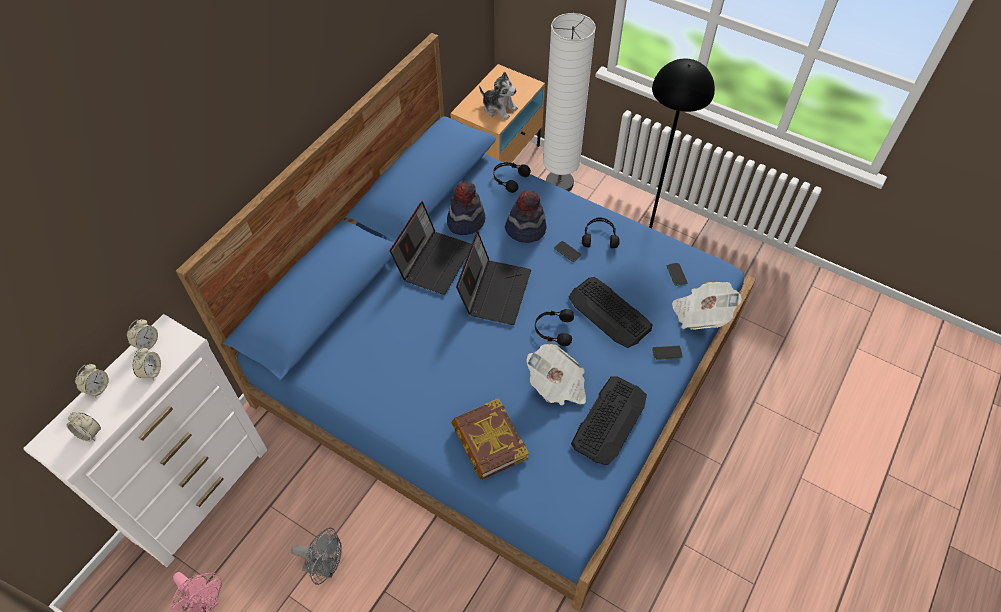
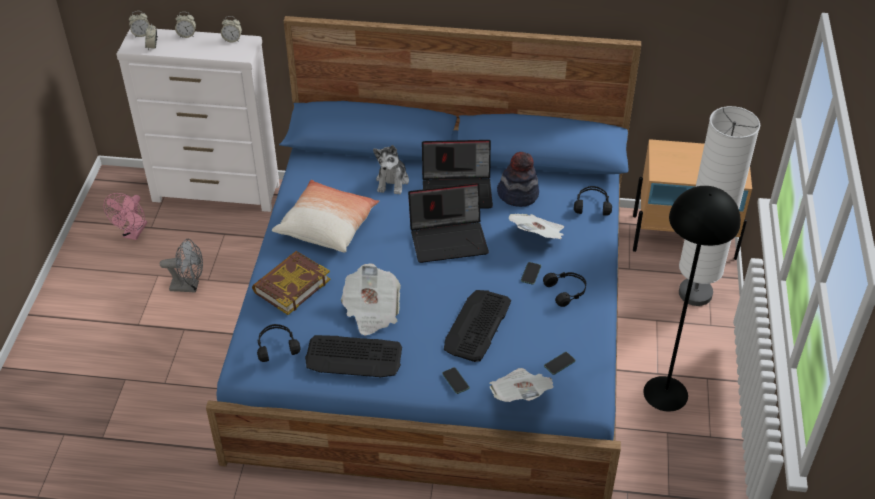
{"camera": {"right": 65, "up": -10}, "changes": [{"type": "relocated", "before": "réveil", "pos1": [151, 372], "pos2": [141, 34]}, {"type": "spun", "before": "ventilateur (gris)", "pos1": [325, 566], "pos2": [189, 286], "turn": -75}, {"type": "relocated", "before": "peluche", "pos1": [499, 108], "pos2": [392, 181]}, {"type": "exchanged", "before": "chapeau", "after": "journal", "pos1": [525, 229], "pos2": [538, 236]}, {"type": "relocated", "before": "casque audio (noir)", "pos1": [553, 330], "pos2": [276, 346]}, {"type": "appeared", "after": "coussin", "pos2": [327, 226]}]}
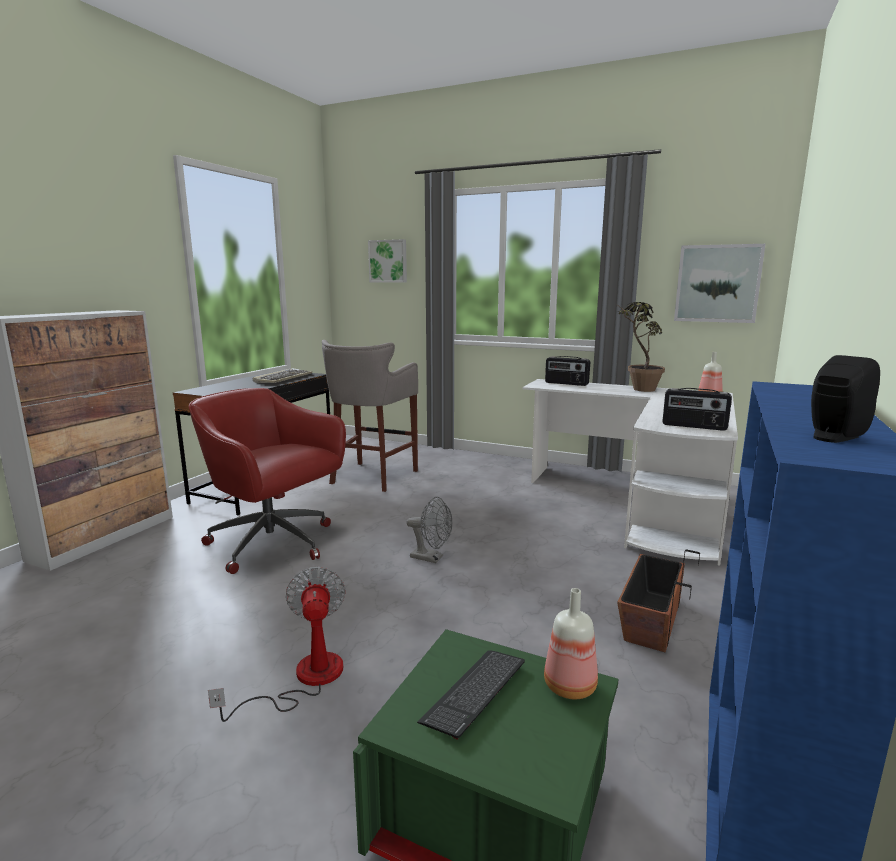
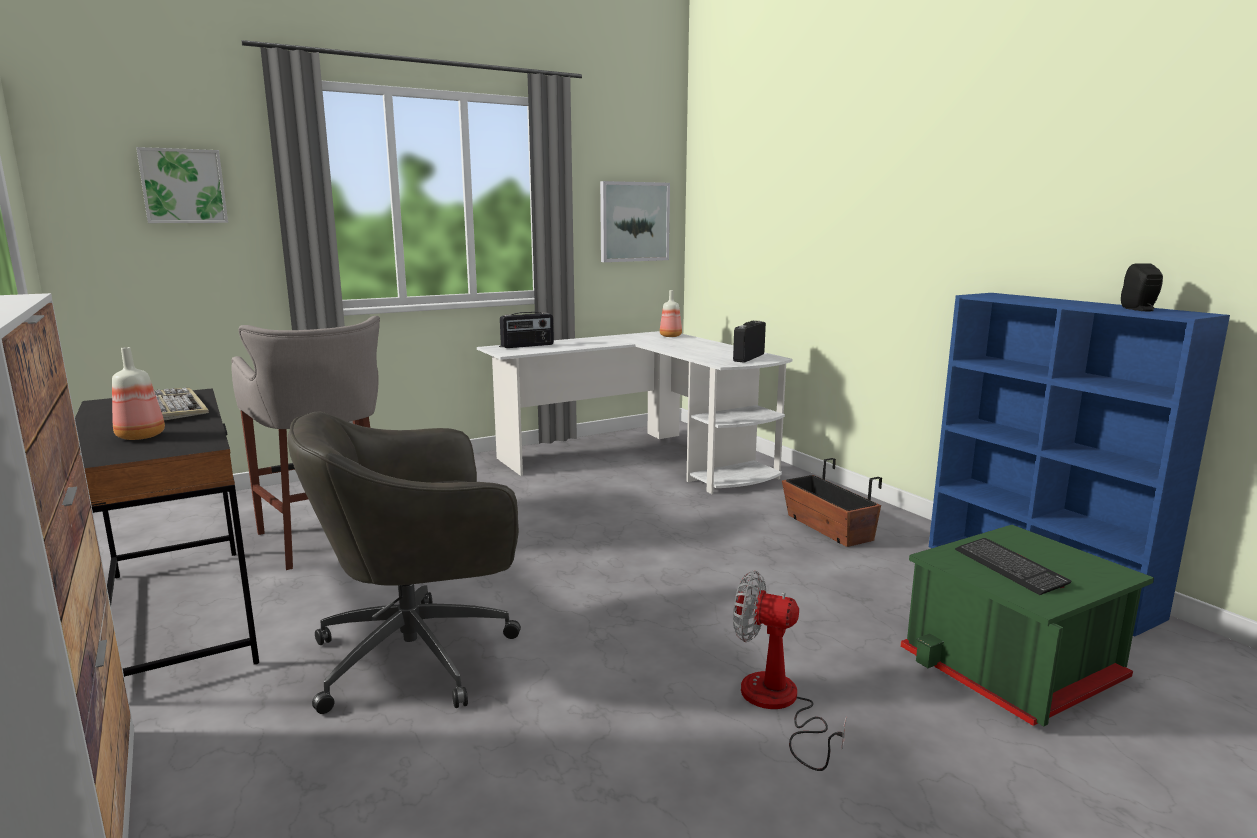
{"camera": {"right": -55, "up": 0}, "changes": [{"type": "colour", "before": "chaise de bureau (rouge)", "after": "chaise de bureau (gris)", "pos1": [274, 544], "pos2": [420, 655]}, {"type": "missing", "before": "ventilateur (gris)", "pos1": [431, 558]}, {"type": "relocated", "before": "bouteille", "pos1": [571, 687], "pos2": [142, 436]}, {"type": "missing", "before": "plante en pot", "pos1": [638, 390]}, {"type": "spun", "before": "radio", "pos1": [694, 426], "pos2": [748, 357], "turn": 150}]}
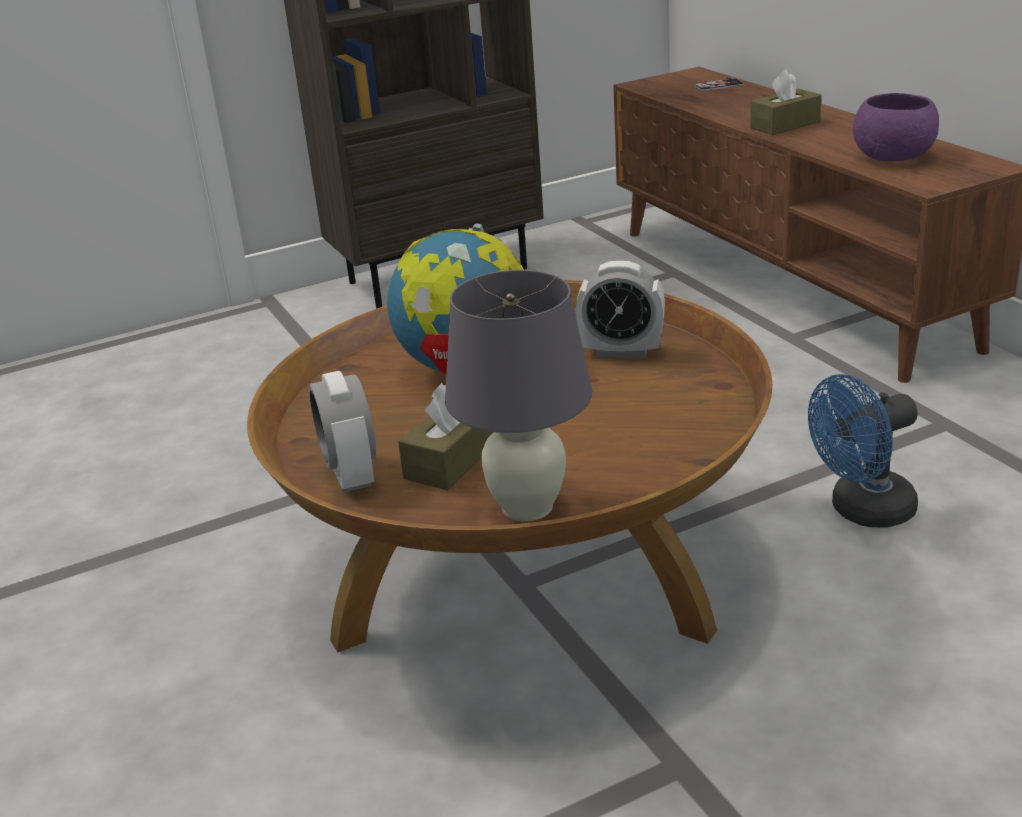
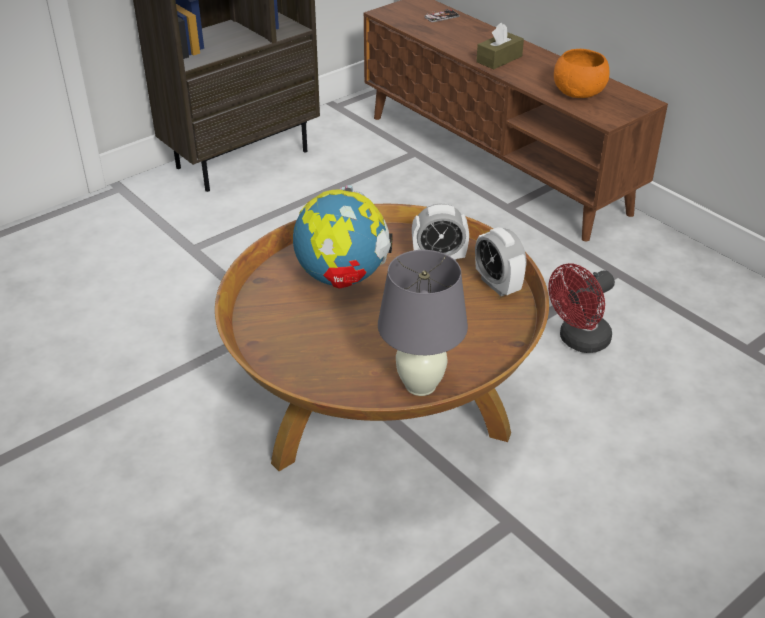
{"camera": {"right": -15, "up": 10}, "changes": [{"type": "relocated", "before": "réveil", "pos1": [351, 475], "pos2": [497, 285]}, {"type": "missing", "before": "boîte à mouchoirs (marron)", "pos1": [452, 460]}, {"type": "colour", "before": "ventilateur (bleu)", "after": "ventilateur (rouge)", "pos1": [862, 511], "pos2": [579, 341]}, {"type": "colour", "before": "bol (violet)", "after": "bol (orange)", "pos1": [892, 158], "pos2": [578, 93]}]}
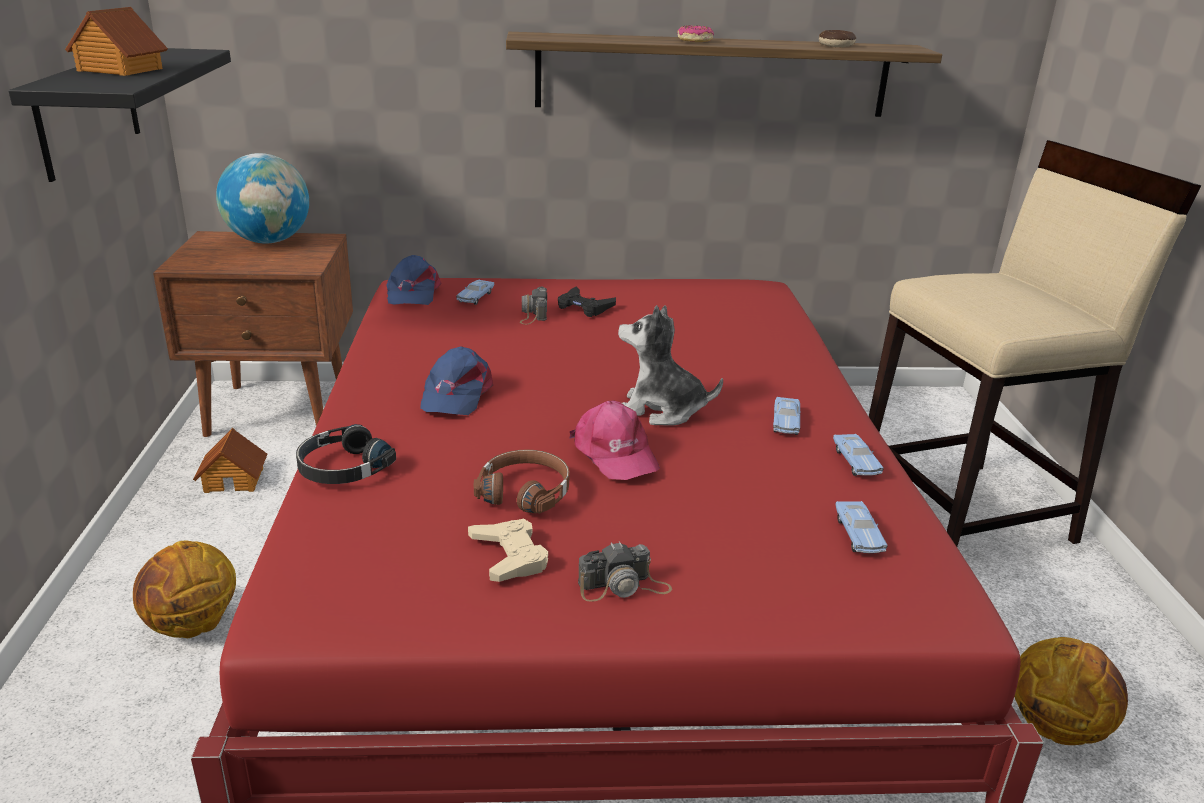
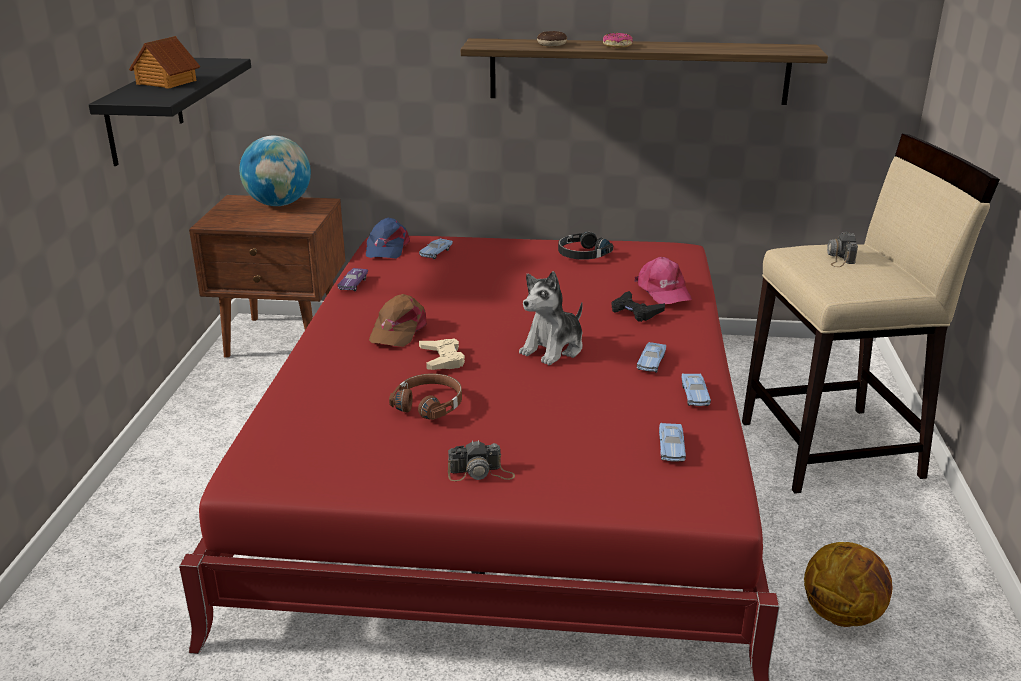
{"camera": {"right": 10, "up": 0}, "changes": [{"type": "missing", "before": "ballon de basket", "pos1": [192, 625]}, {"type": "missing", "before": "maison miniature", "pos1": [234, 479]}, {"type": "relocated", "before": "casque audio (noir)", "pos1": [342, 468], "pos2": [582, 254]}, {"type": "colour", "before": "casquette (bleu)", "after": "casquette (marron)", "pos1": [456, 394], "pos2": [398, 330]}, {"type": "relocated", "before": "manette (beige)", "pos1": [509, 556], "pos2": [442, 359]}, {"type": "relocated", "before": "appareil photo", "pos1": [533, 314], "pos2": [839, 257]}, {"type": "relocated", "before": "manette (noir)", "pos1": [584, 307], "pos2": [635, 311]}, {"type": "relocated", "before": "casquette (rose)", "pos1": [614, 453], "pos2": [663, 290]}, {"type": "spun", "before": "peluche", "pos1": [661, 410], "pos2": [553, 349], "turn": -75}, {"type": "relocated", "before": "beignet", "pos1": [836, 45], "pos2": [552, 44]}, {"type": "appeared", "after": "petite voiture (violet)", "pos2": [353, 284]}]}
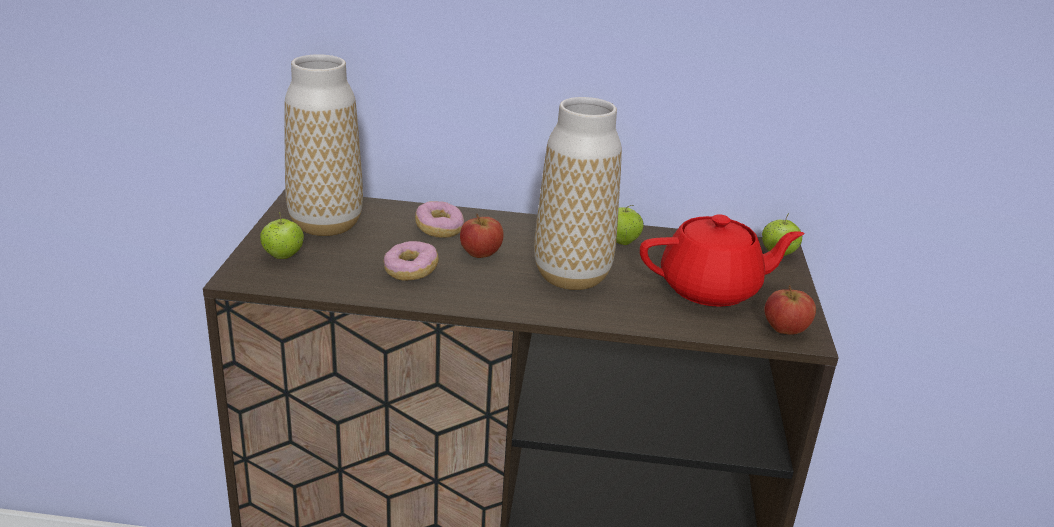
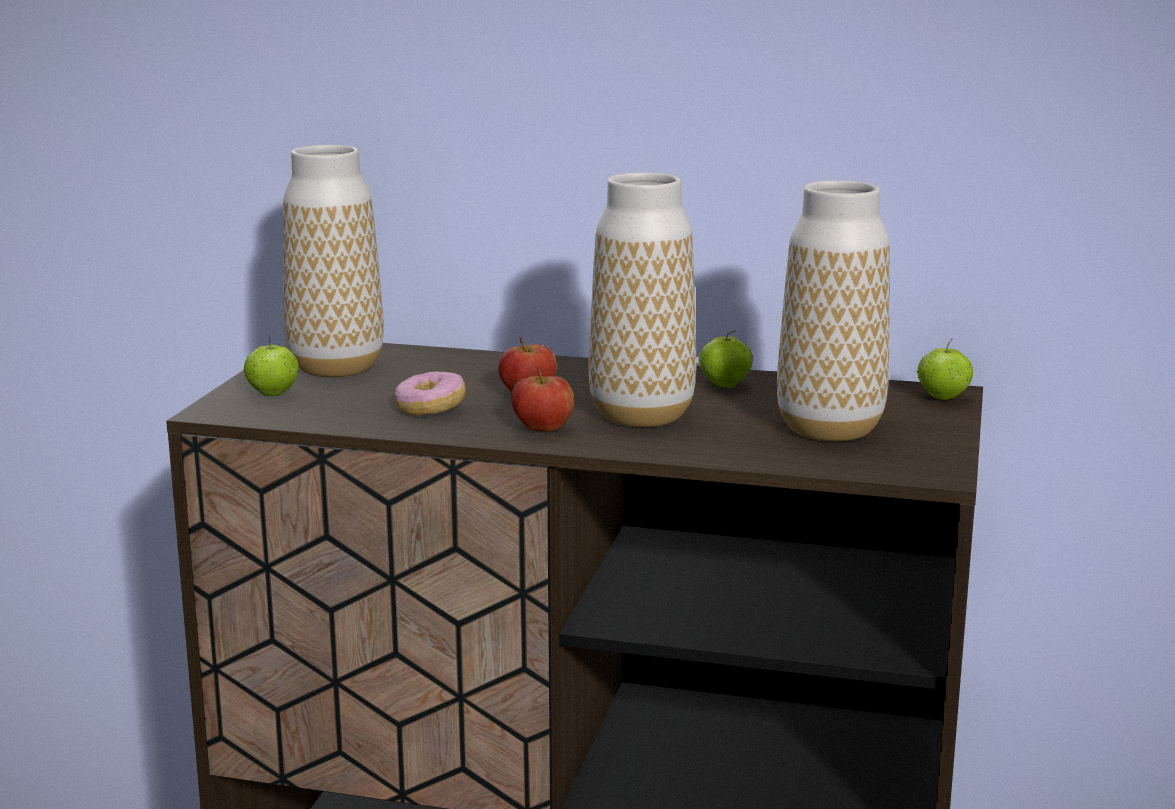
{"camera": {"right": 10, "up": -10}, "changes": [{"type": "missing", "before": "beignet", "pos1": [439, 229]}, {"type": "exchanged", "before": "théière (rouge)", "after": "vase", "pos1": [711, 289], "pos2": [829, 429]}, {"type": "relocated", "before": "pomme", "pos1": [785, 330], "pos2": [543, 429]}]}
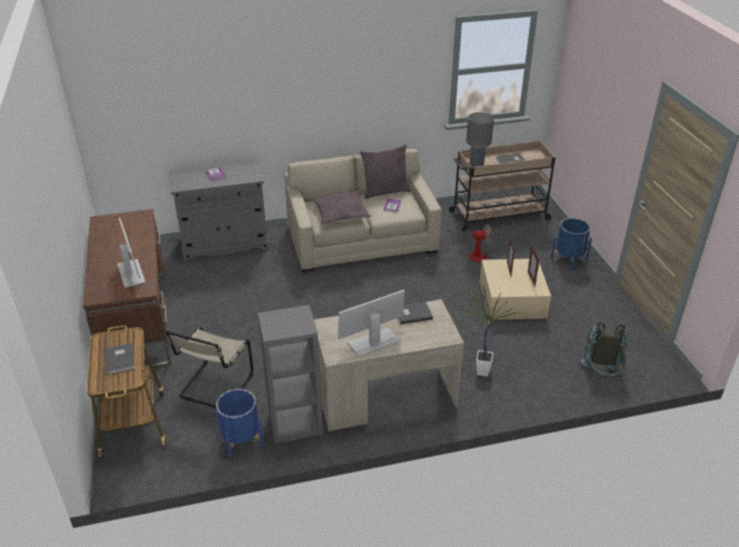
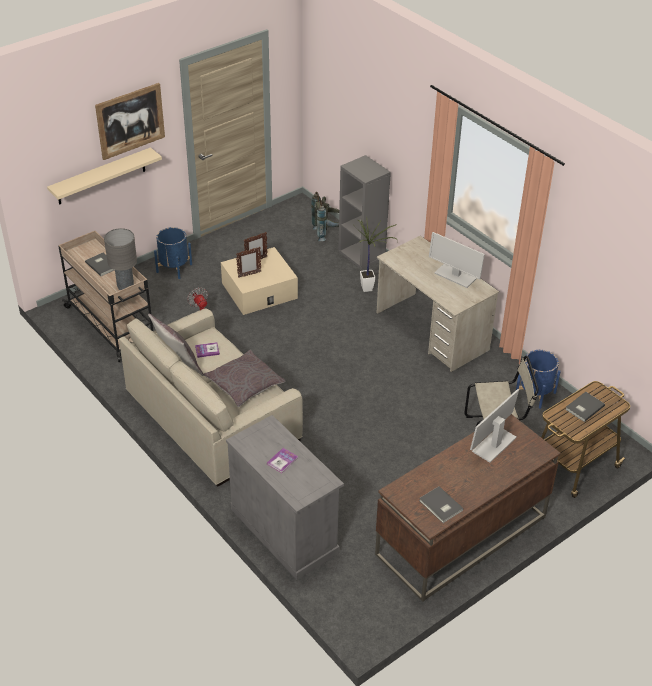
{"camera": {"right": -115, "up": 5}, "changes": [{"type": "relocated", "before": "bibliothèque (gris)", "pos1": [295, 424], "pos2": [362, 254]}, {"type": "relocated", "before": "livre (gris)", "pos1": [412, 313], "pos2": [440, 506]}, {"type": "appeared", "after": "étagère (beige)", "pos2": [101, 176]}, {"type": "appeared", "after": "tableau", "pos2": [130, 121]}]}
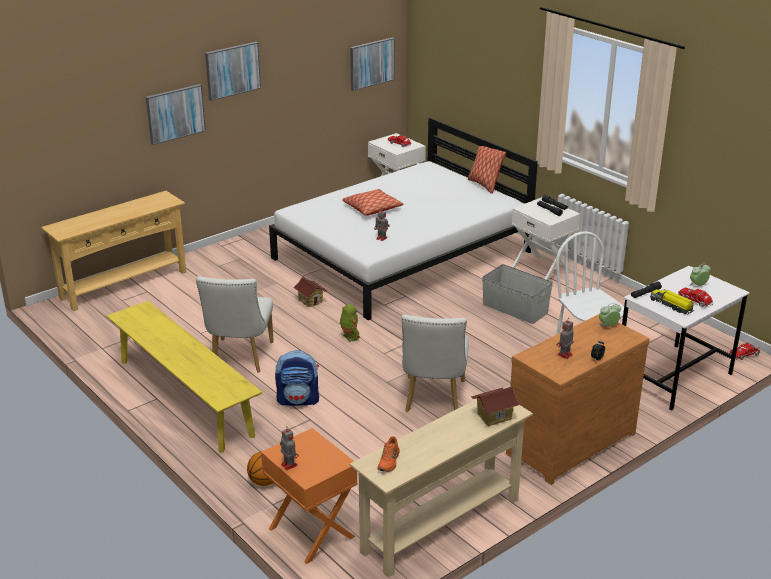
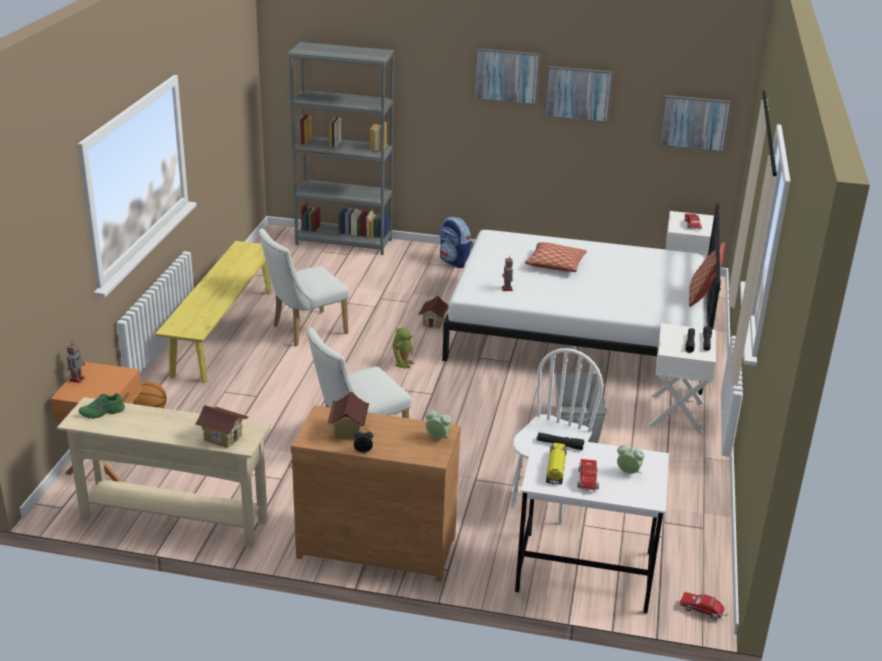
{"camera": {"right": 50, "up": 0}, "changes": [{"type": "exchanged", "before": "table console (beige)", "after": "bibliothèque (gris)", "pos1": [124, 285], "pos2": [344, 242]}, {"type": "relocated", "before": "tableau", "pos1": [175, 113], "pos2": [578, 93]}, {"type": "relocated", "before": "sac à dos", "pos1": [298, 400], "pos2": [455, 262]}, {"type": "colour", "before": "chaussure (orange)", "after": "chaussure (vert)", "pos1": [389, 461], "pos2": [102, 412]}, {"type": "exchanged", "before": "robot jouet", "after": "maison miniature", "pos1": [564, 355], "pos2": [348, 430]}]}
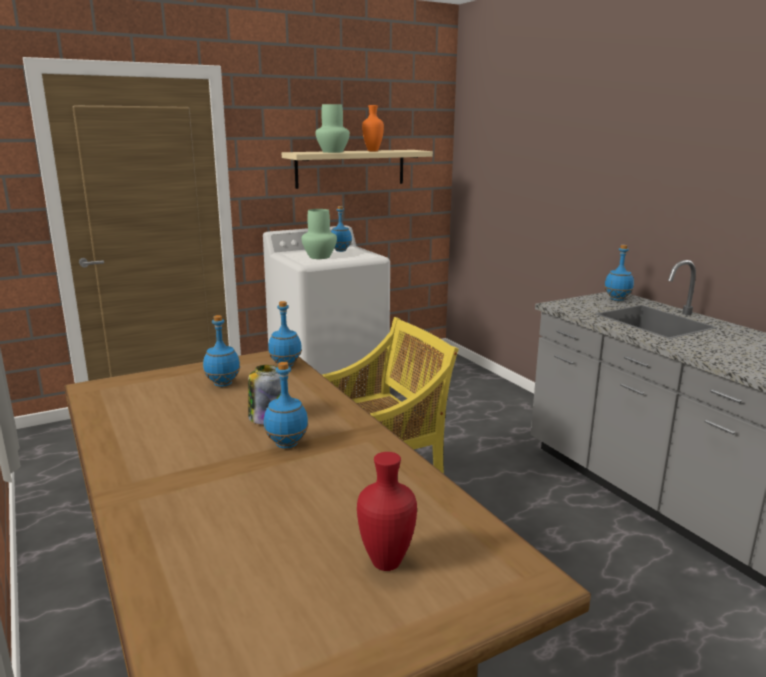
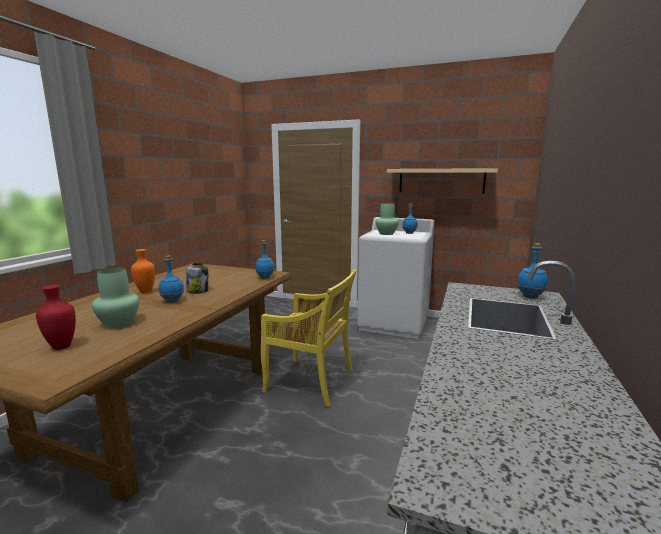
{"camera": {"right": 50, "up": -5}, "changes": [{"type": "missing", "before": "bouteille (bleu)", "pos1": [222, 384]}, {"type": "relocated", "before": "vase (vert)", "pos1": [332, 152], "pos2": [119, 323]}, {"type": "relocated", "before": "vase (orange)", "pos1": [373, 151], "pos2": [146, 292]}]}
